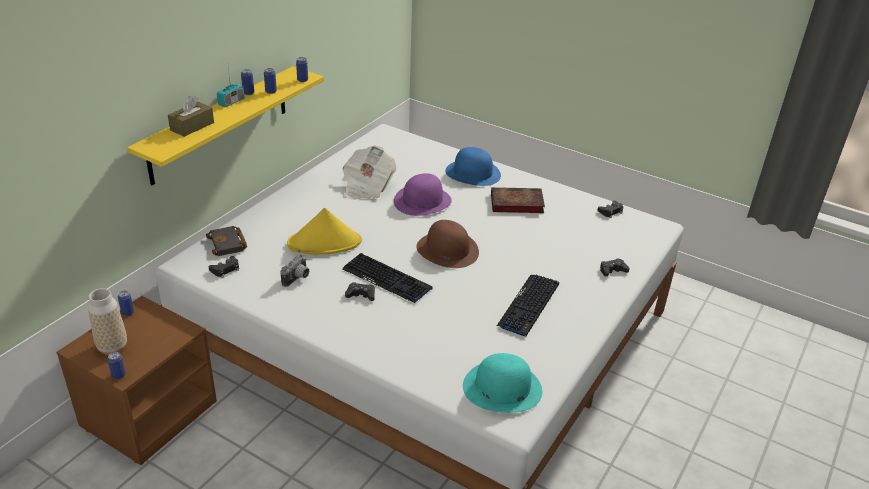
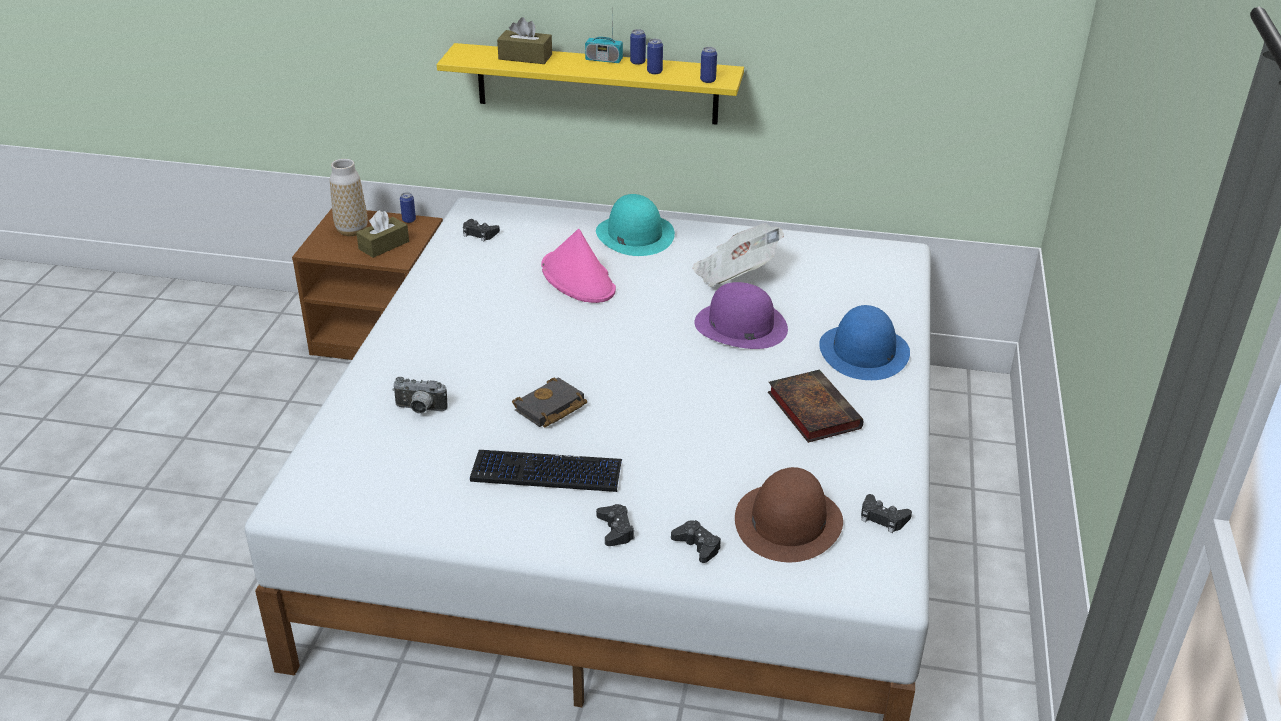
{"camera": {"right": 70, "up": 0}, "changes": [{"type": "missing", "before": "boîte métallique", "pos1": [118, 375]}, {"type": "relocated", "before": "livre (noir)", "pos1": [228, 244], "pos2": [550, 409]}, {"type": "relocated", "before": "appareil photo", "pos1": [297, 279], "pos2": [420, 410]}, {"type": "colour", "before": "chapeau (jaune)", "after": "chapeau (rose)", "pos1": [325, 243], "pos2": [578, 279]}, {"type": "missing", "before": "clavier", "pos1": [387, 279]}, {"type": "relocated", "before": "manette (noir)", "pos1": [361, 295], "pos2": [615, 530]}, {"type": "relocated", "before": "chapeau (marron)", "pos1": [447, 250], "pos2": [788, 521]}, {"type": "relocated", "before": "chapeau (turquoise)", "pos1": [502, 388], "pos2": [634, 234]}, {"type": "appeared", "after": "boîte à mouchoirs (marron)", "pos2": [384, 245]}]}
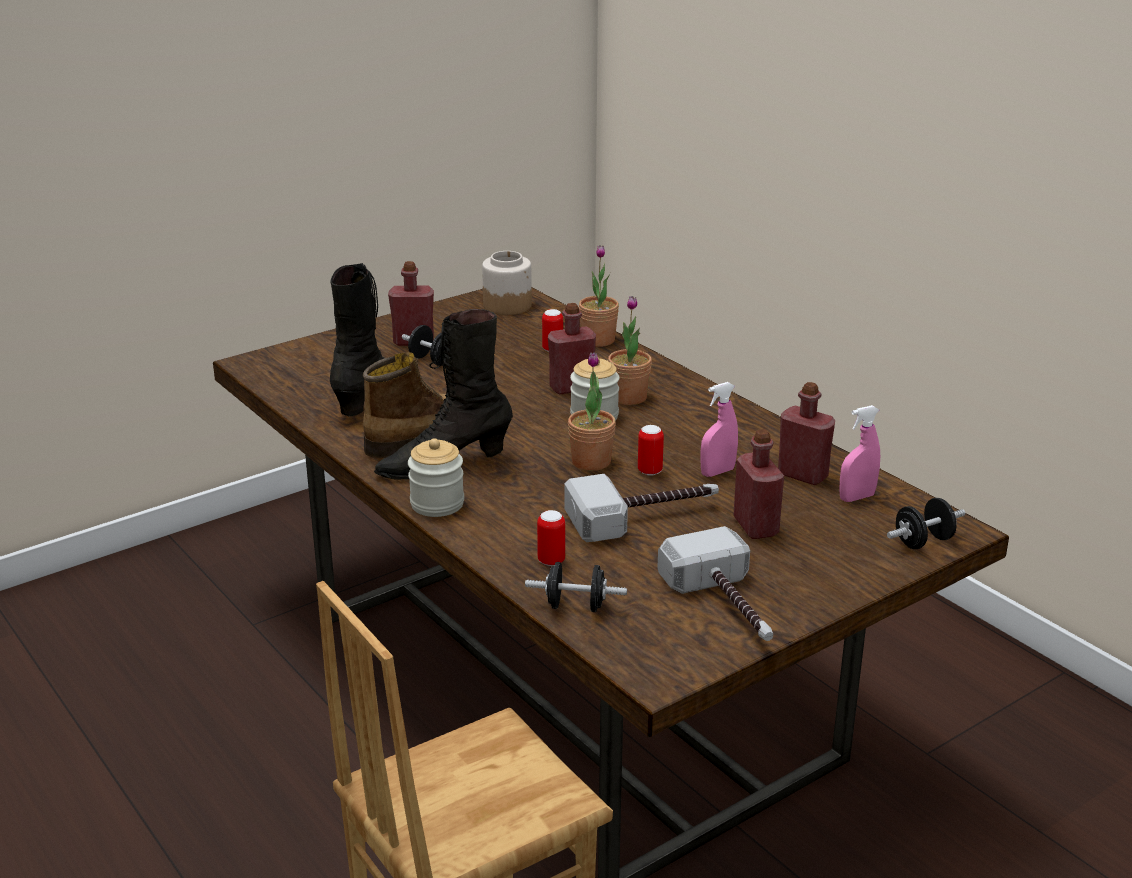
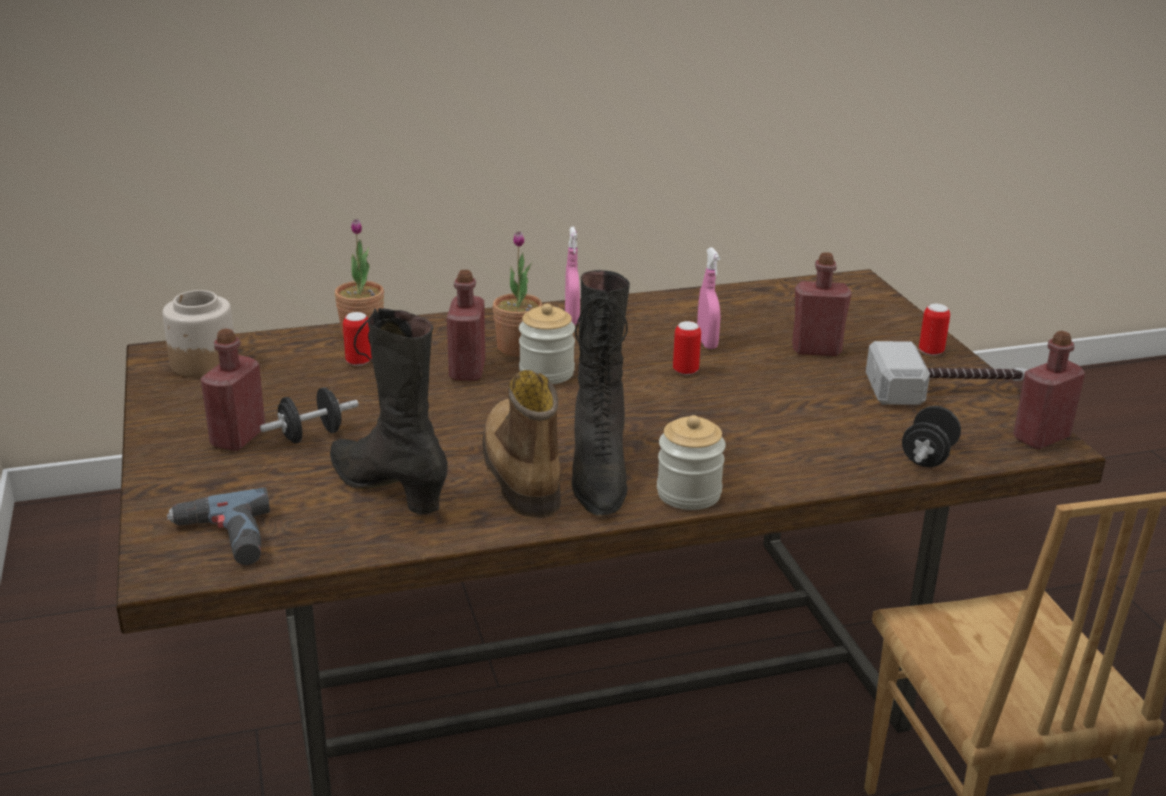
{"camera": {"right": -70, "up": 0}, "changes": [{"type": "relocated", "before": "boîte métallique", "pos1": [551, 561], "pos2": [931, 352]}, {"type": "missing", "before": "marteau", "pos1": [645, 516]}, {"type": "missing", "before": "plante en pot", "pos1": [591, 462]}, {"type": "relocated", "before": "bouteille (rouge)", "pos1": [802, 475], "pos2": [1041, 438]}, {"type": "relocated", "before": "vaporisateur (rose)", "pos1": [856, 497], "pos2": [572, 319]}, {"type": "missing", "before": "haltère (noir)", "pos1": [923, 542]}, {"type": "appeared", "after": "perceuse", "pos2": [223, 540]}]}
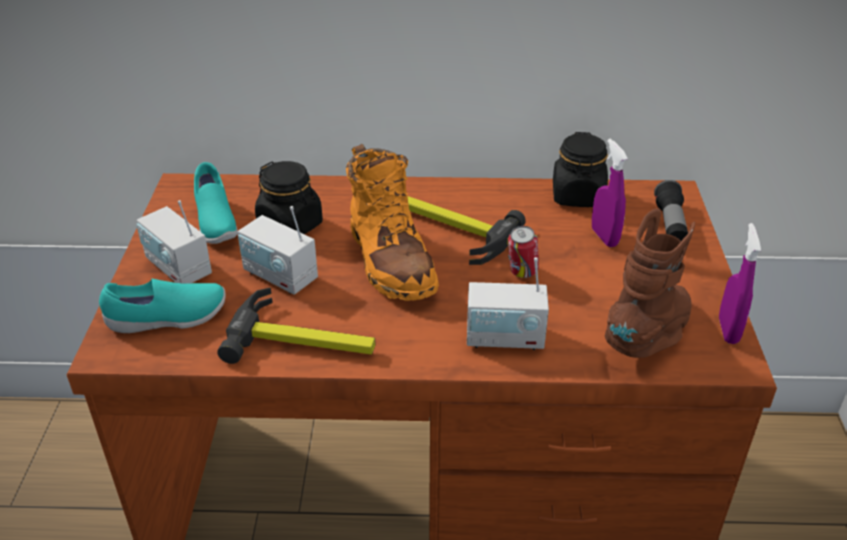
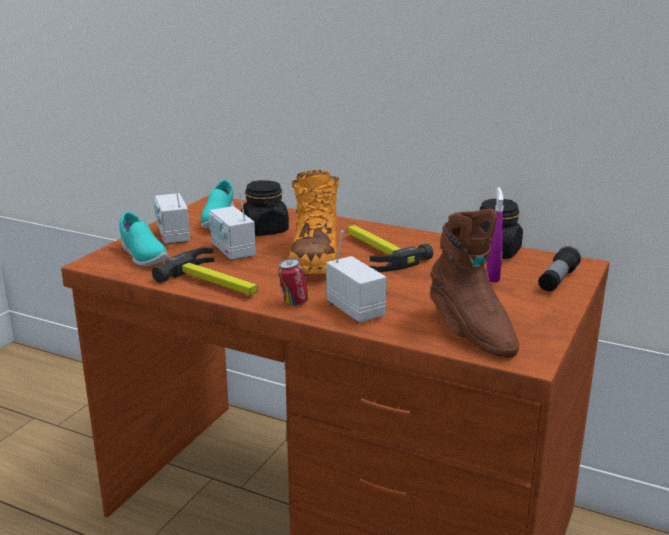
{"camera": {"right": 25, "up": -15}, "changes": [{"type": "spun", "before": "chaussure (turquoise)", "pos1": [168, 319], "pos2": [142, 256], "turn": 45}, {"type": "spun", "before": "radio", "pos1": [505, 338], "pos2": [355, 310], "turn": -150}, {"type": "relocated", "before": "boîte métallique", "pos1": [521, 273], "pos2": [294, 303]}, {"type": "spun", "before": "botte (marron)", "pos1": [649, 337], "pos2": [470, 332], "turn": 90}, {"type": "missing", "before": "vaporisateur (violet)", "pos1": [728, 330]}]}
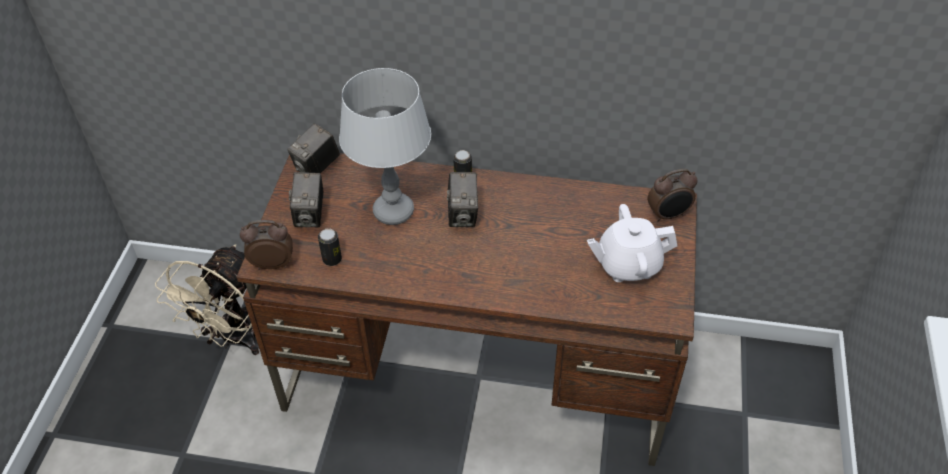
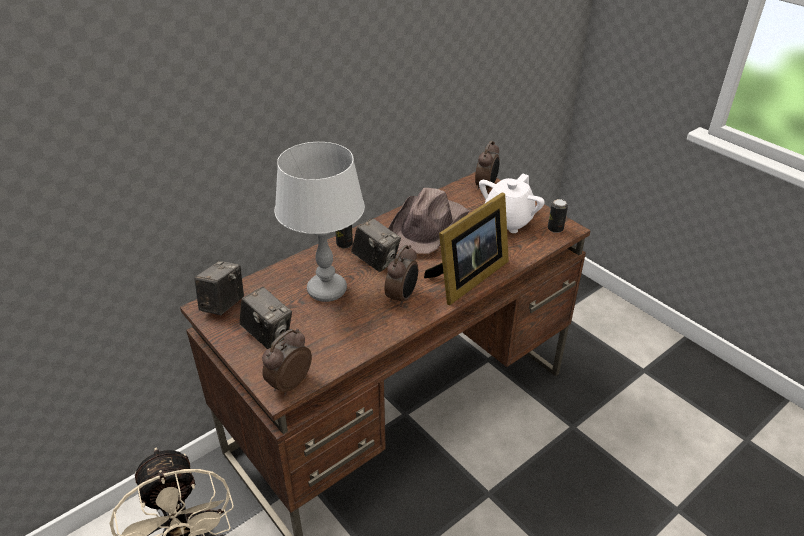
{"camera": {"right": -50, "up": -10}, "changes": [{"type": "spun", "before": "appareil photo", "pos1": [317, 167], "pos2": [223, 304], "turn": -150}, {"type": "relocated", "before": "boîte métallique", "pos1": [332, 259], "pos2": [555, 229]}, {"type": "appeared", "after": "réveil", "pos2": [402, 297]}, {"type": "appeared", "after": "chapeau (marron)", "pos2": [428, 227]}, {"type": "appeared", "after": "cadre photo", "pos2": [467, 278]}]}
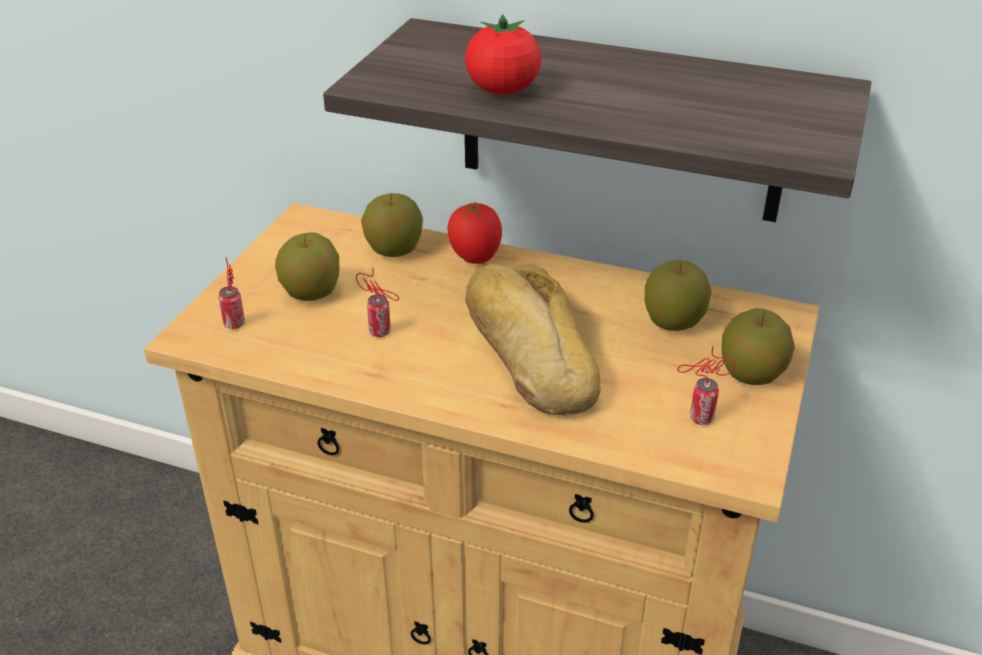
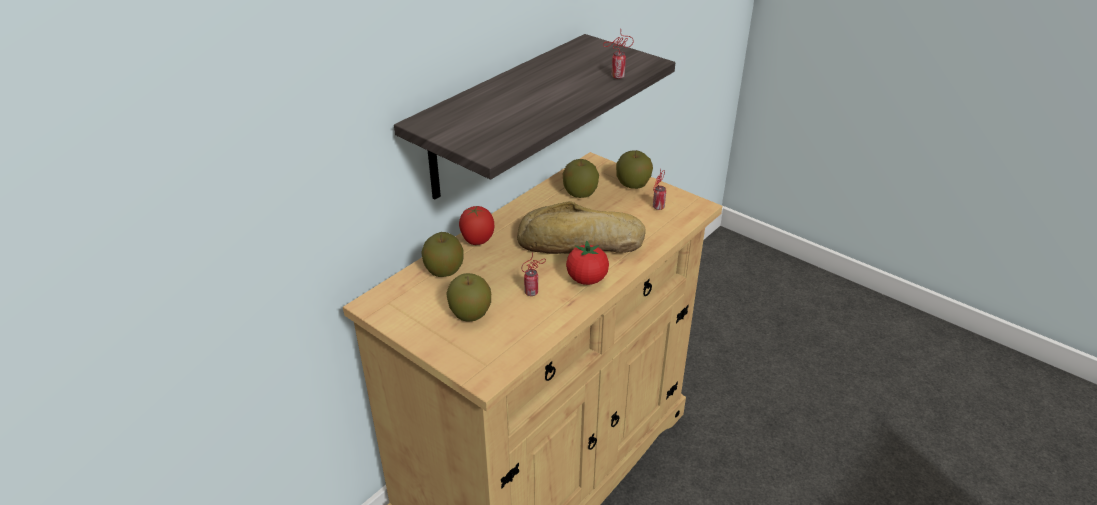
{"camera": {"right": -70, "up": 0}, "changes": [{"type": "relocated", "before": "boîte métallique", "pos1": [234, 322], "pos2": [616, 76]}, {"type": "relocated", "before": "tomate", "pos1": [502, 90], "pos2": [587, 279]}]}
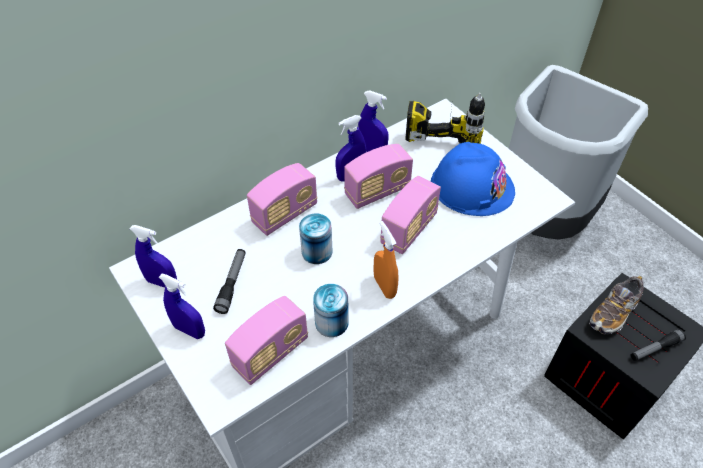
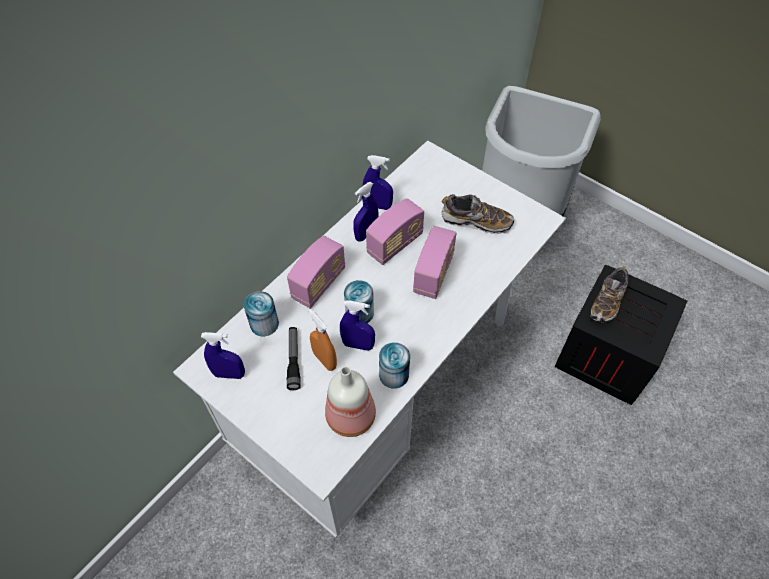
{"camera": {"right": -15, "up": 5}, "changes": [{"type": "relocated", "before": "vaporisateur (bleu)", "pos1": [189, 330], "pos2": [358, 345]}, {"type": "exchanged", "before": "radio", "after": "bouteille", "pos1": [270, 353], "pos2": [350, 415]}, {"type": "relocated", "before": "vaporisateur (orange)", "pos1": [384, 286], "pos2": [324, 360]}, {"type": "missing", "before": "perceuse", "pos1": [444, 125]}, {"type": "exchanged", "before": "casque de chantier (bleu)", "after": "chaussure", "pos1": [472, 186], "pos2": [476, 221]}, {"type": "missing", "before": "lampe de poche", "pos1": [655, 348]}, {"type": "appeared", "after": "boîte métallique", "pos2": [264, 324]}]}
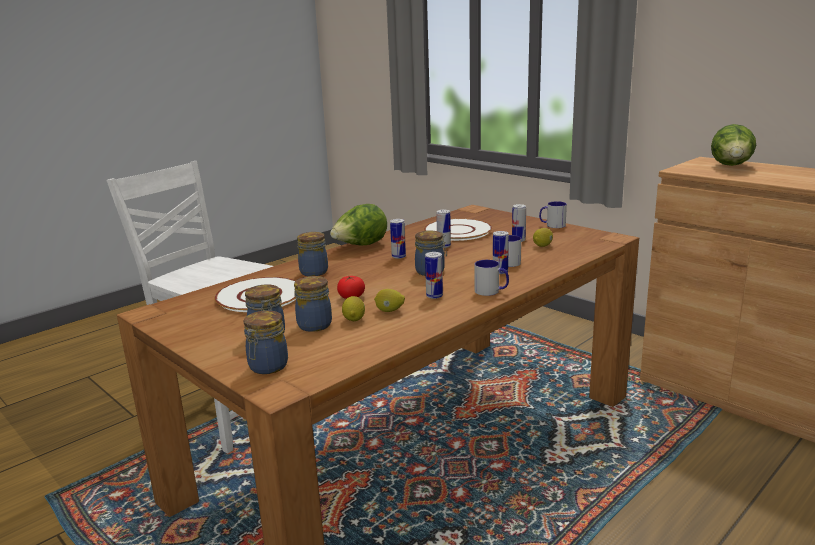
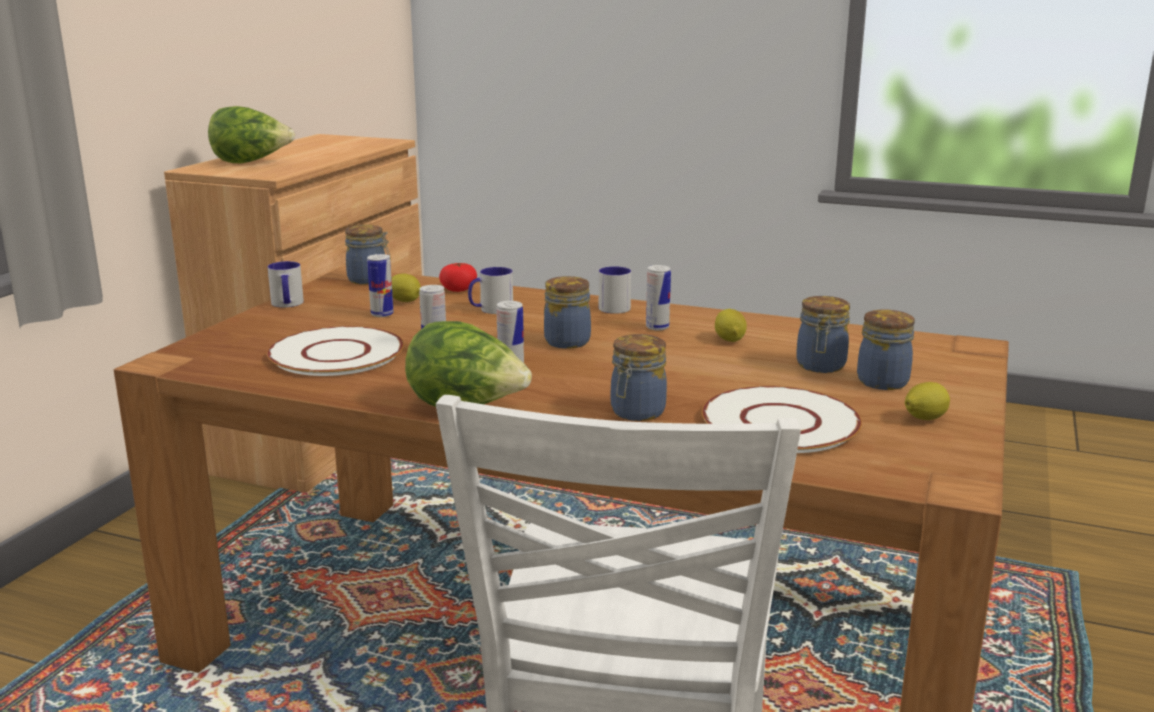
{"camera": {"right": -115, "up": 0}, "changes": [{"type": "relocated", "before": "bocal", "pos1": [267, 367], "pos2": [369, 280]}, {"type": "relocated", "before": "tomate", "pos1": [351, 297], "pos2": [458, 289]}, {"type": "relocated", "before": "citron", "pos1": [354, 319], "pos2": [924, 419]}, {"type": "missing", "before": "boîte métallique", "pos1": [500, 272]}]}
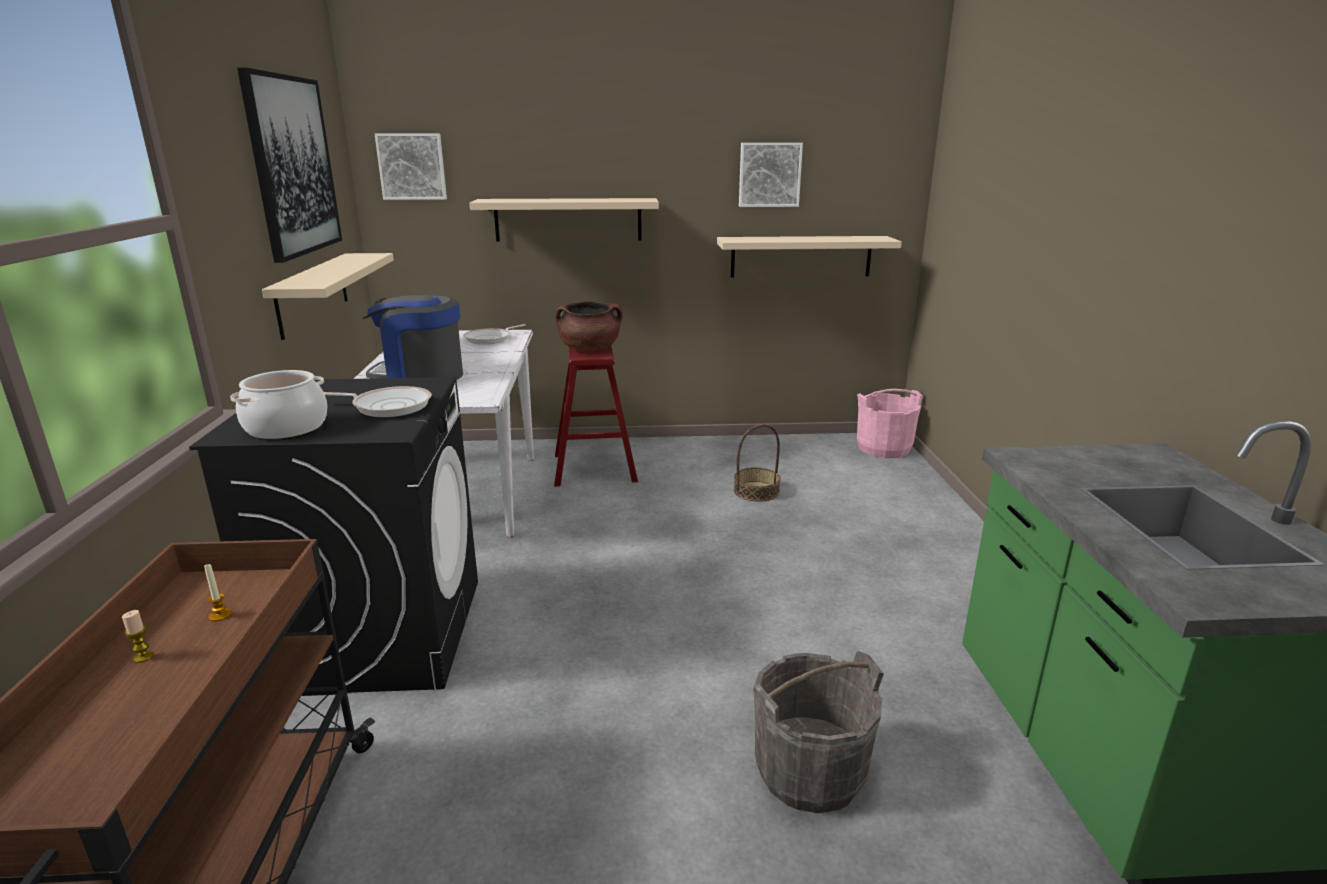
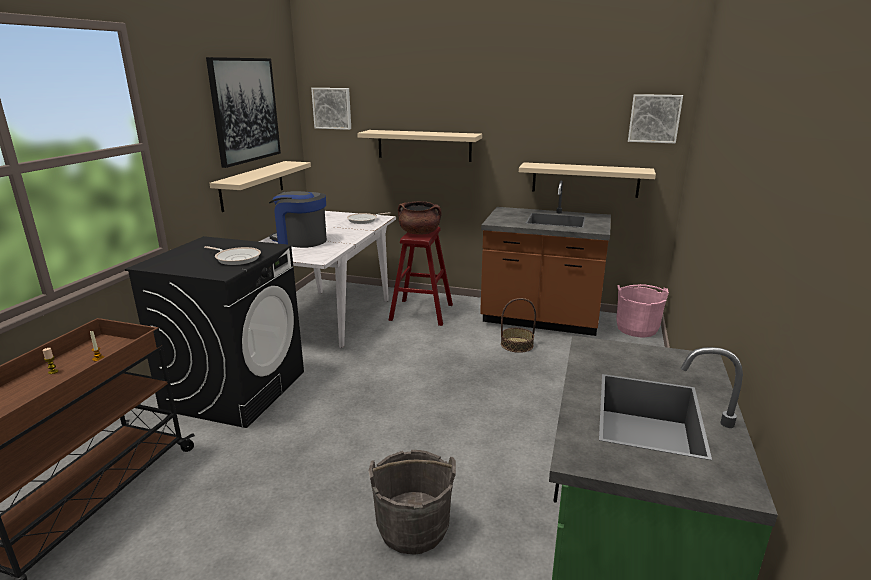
{"camera": {"right": 20, "up": 0}, "changes": [{"type": "missing", "before": "marmite", "pos1": [286, 427]}, {"type": "relocated", "before": "tableau", "pos1": [769, 175], "pos2": [654, 118]}, {"type": "appeared", "after": "comptoir de cuisine (marron)", "pos2": [540, 319]}]}
